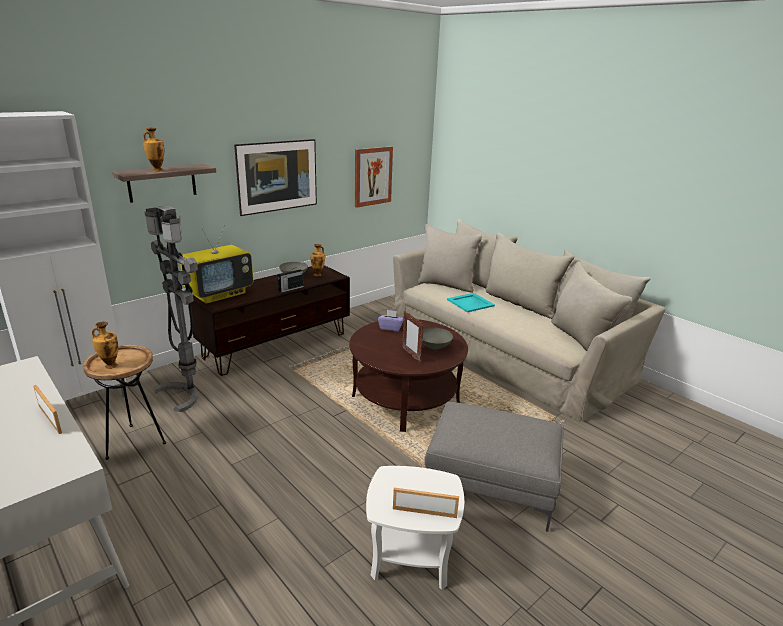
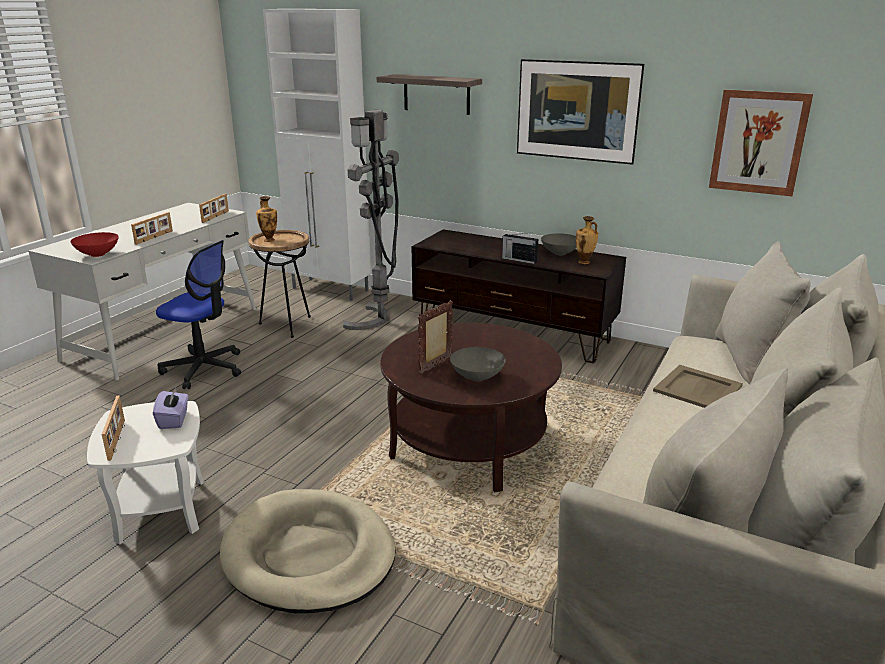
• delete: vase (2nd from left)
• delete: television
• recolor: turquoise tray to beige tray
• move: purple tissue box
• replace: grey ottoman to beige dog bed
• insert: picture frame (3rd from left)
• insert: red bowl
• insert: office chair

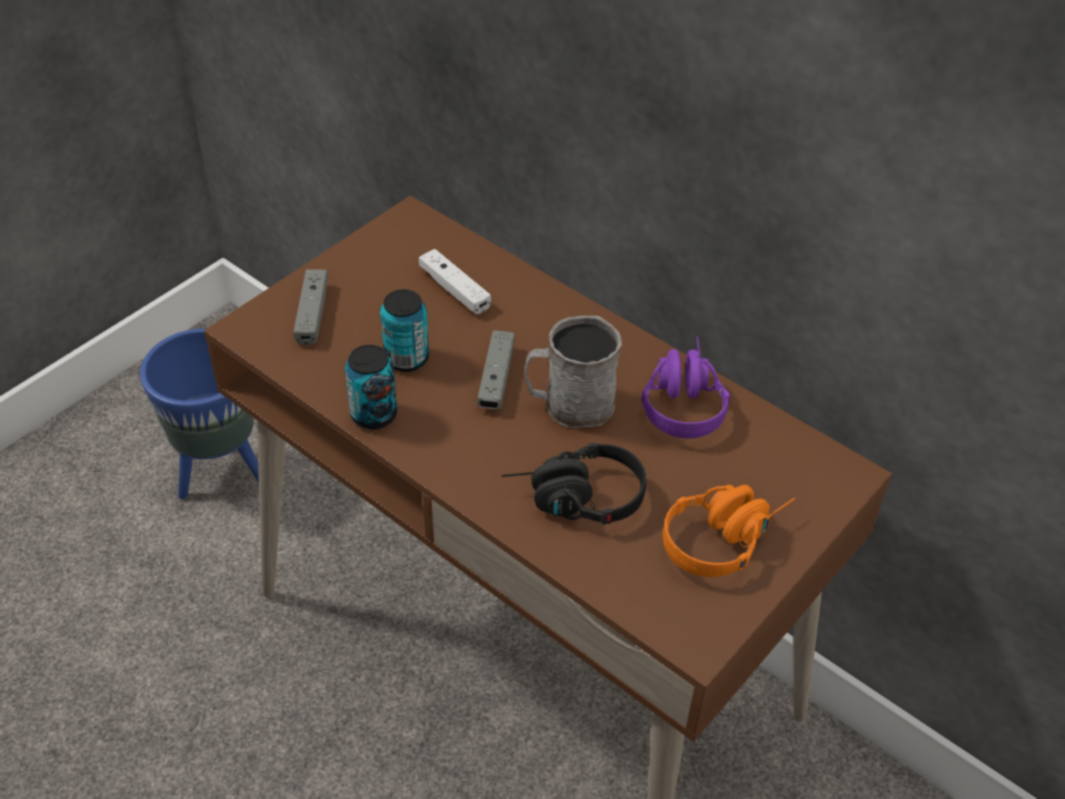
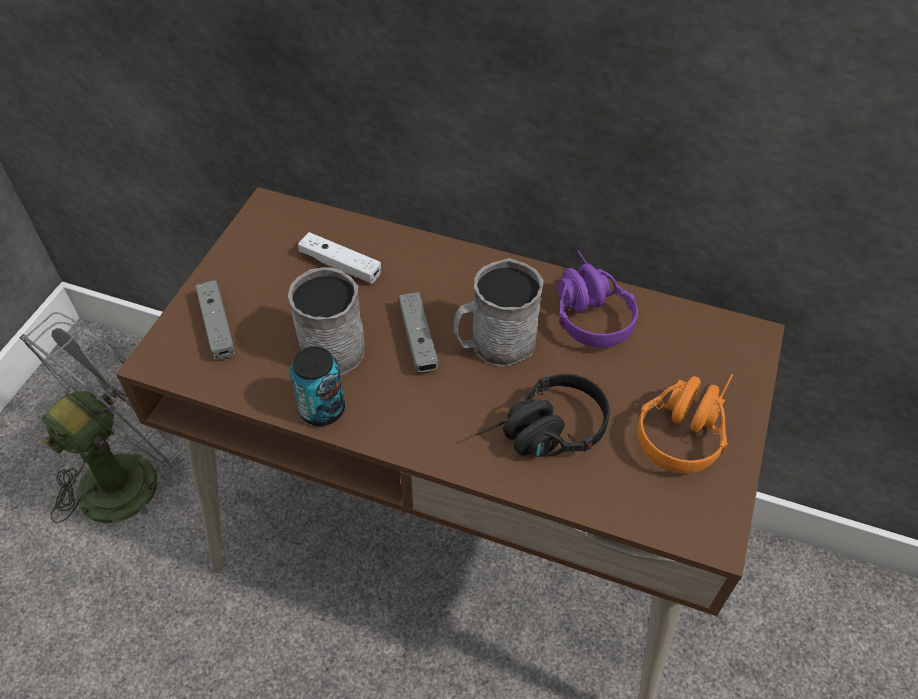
• replace: can (2nd from left) to grey mug (1st from left)
• replace: blue planter to grey fan

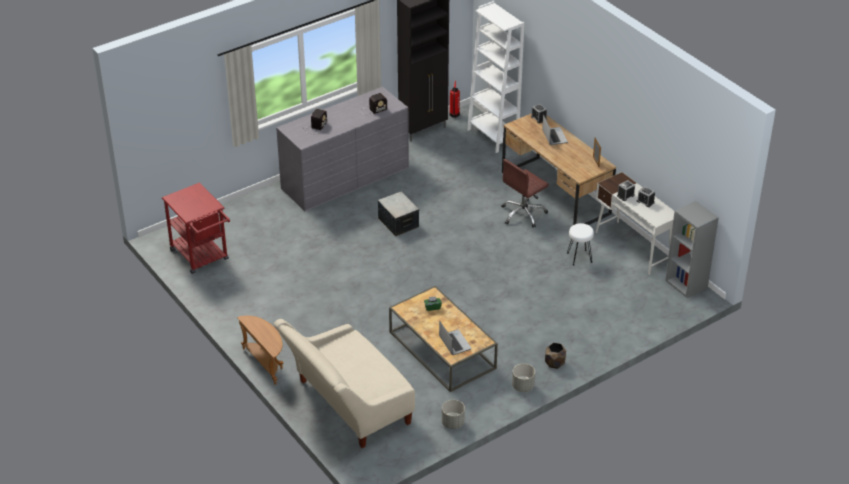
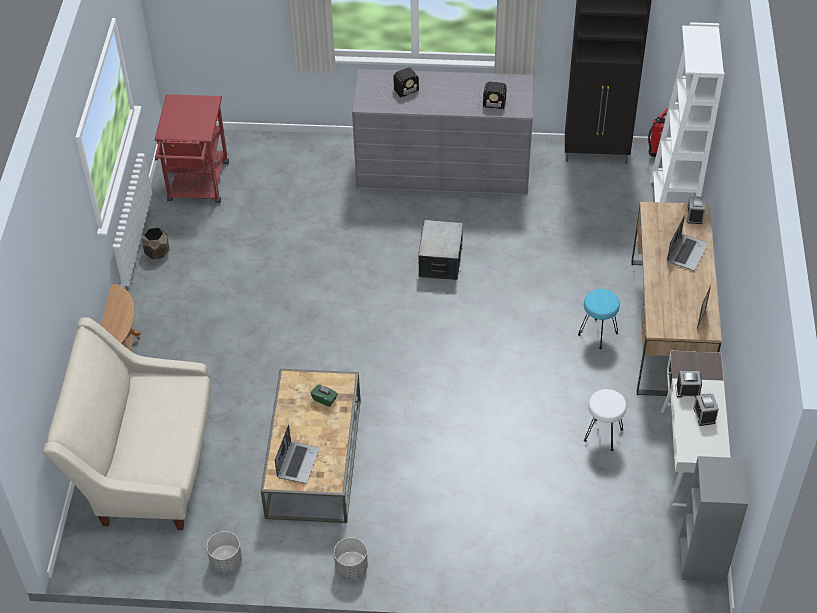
• replace: brown office chair to turquoise stool
• move: brown planter

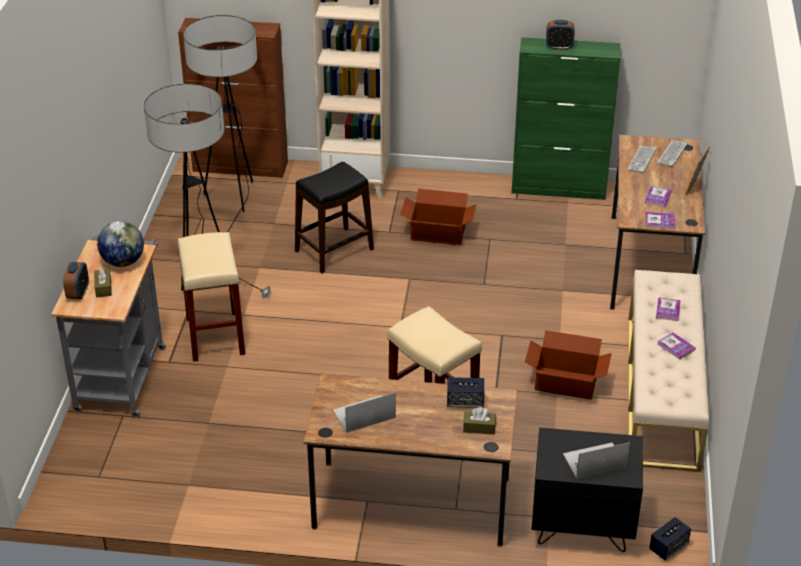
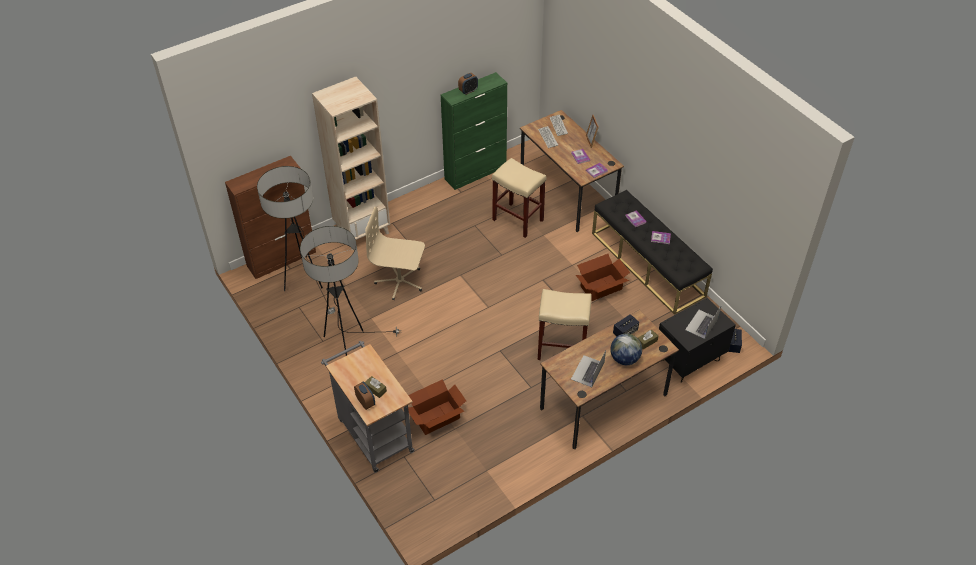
• replace: black stool to beige office chair
• move: cardboard box (1st from left)
• move: globe
• move: beige stool (1st from left)
• recolor: beige bench to black bench

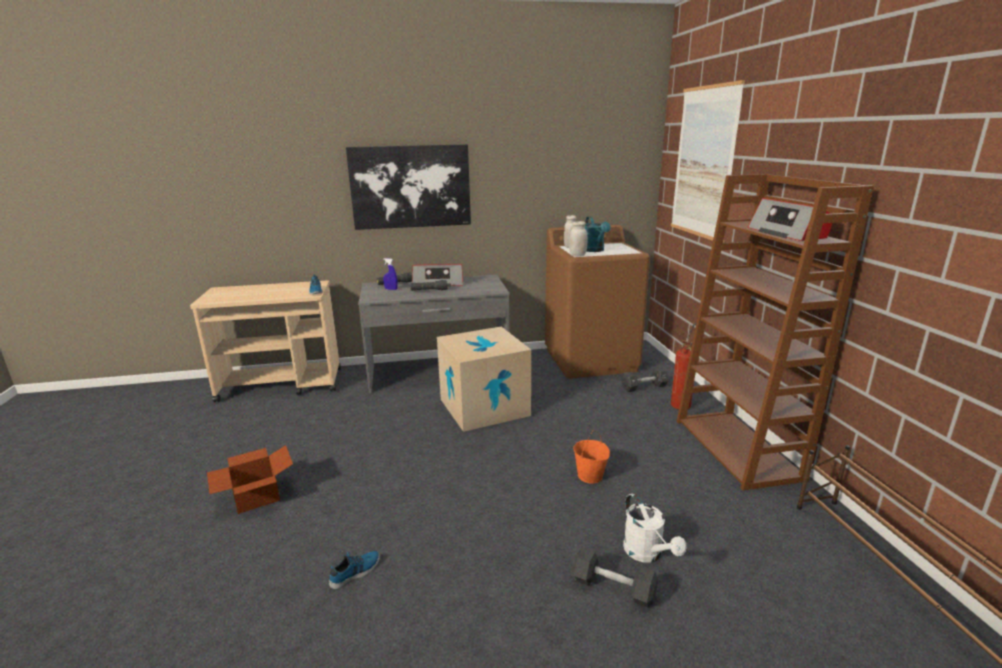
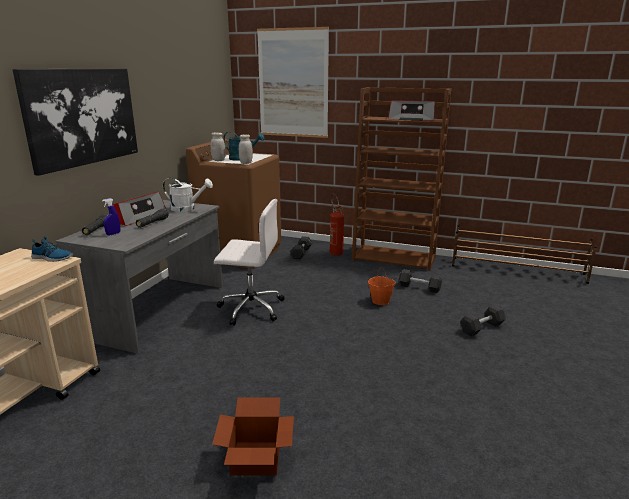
• replace: cardboard box (2nd from left) to white office chair
• move: white watering can
• delete: shoe (2nd from left)
• insert: black dumbbell (2nd from left)

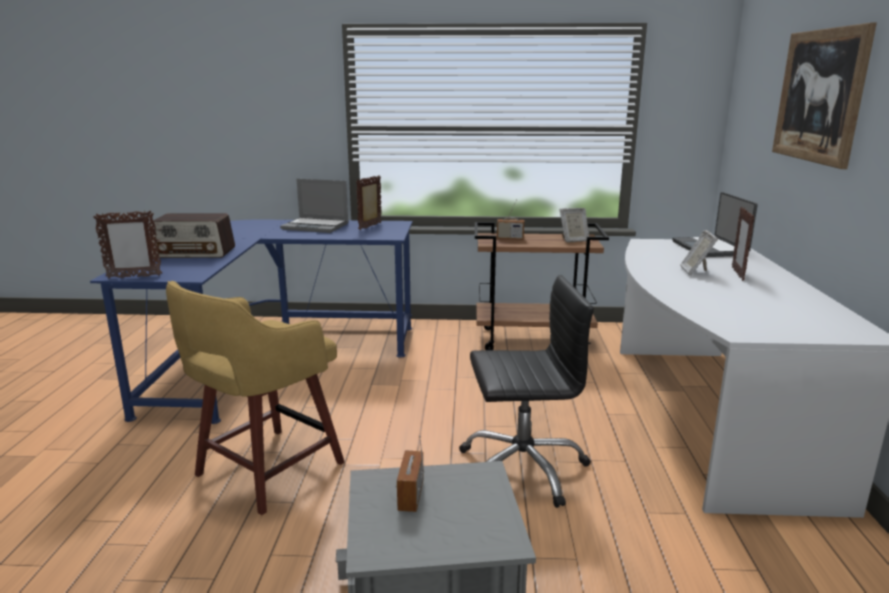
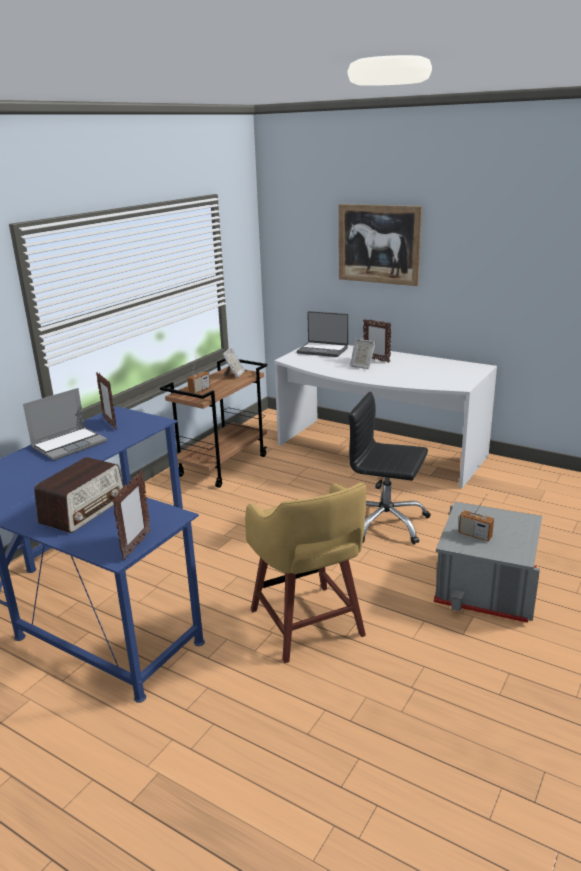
• rotate: black office chair 90 degrees counterclockwise

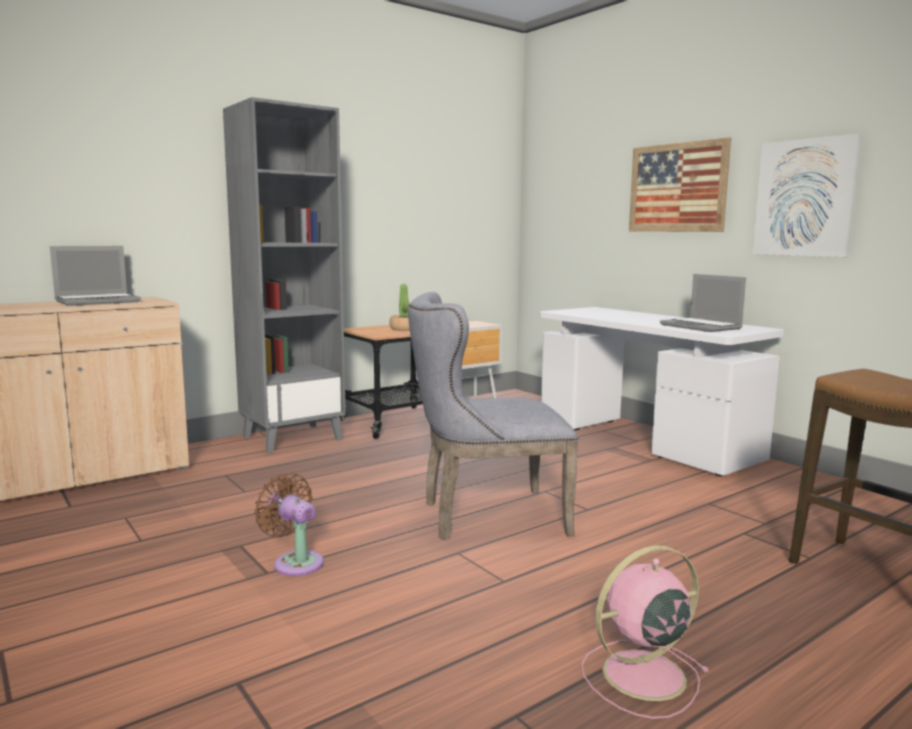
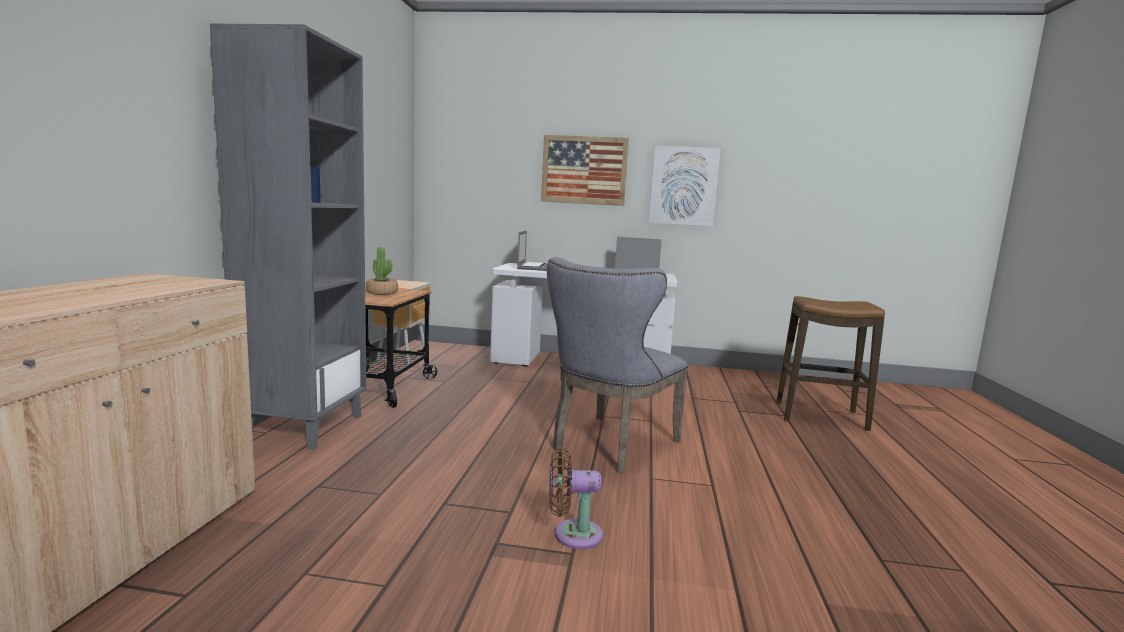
• move: laptop (1st from left)
• delete: pink fan

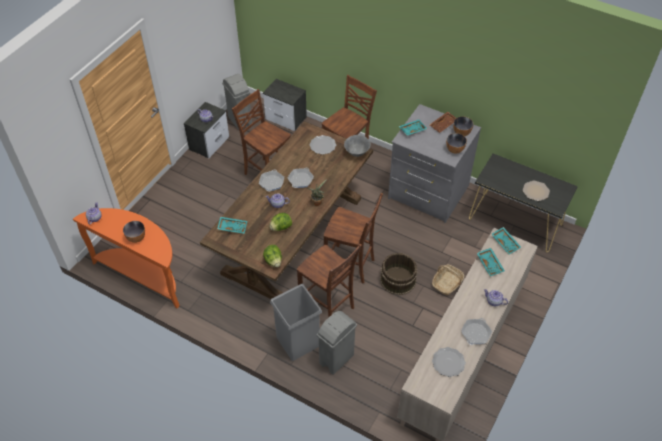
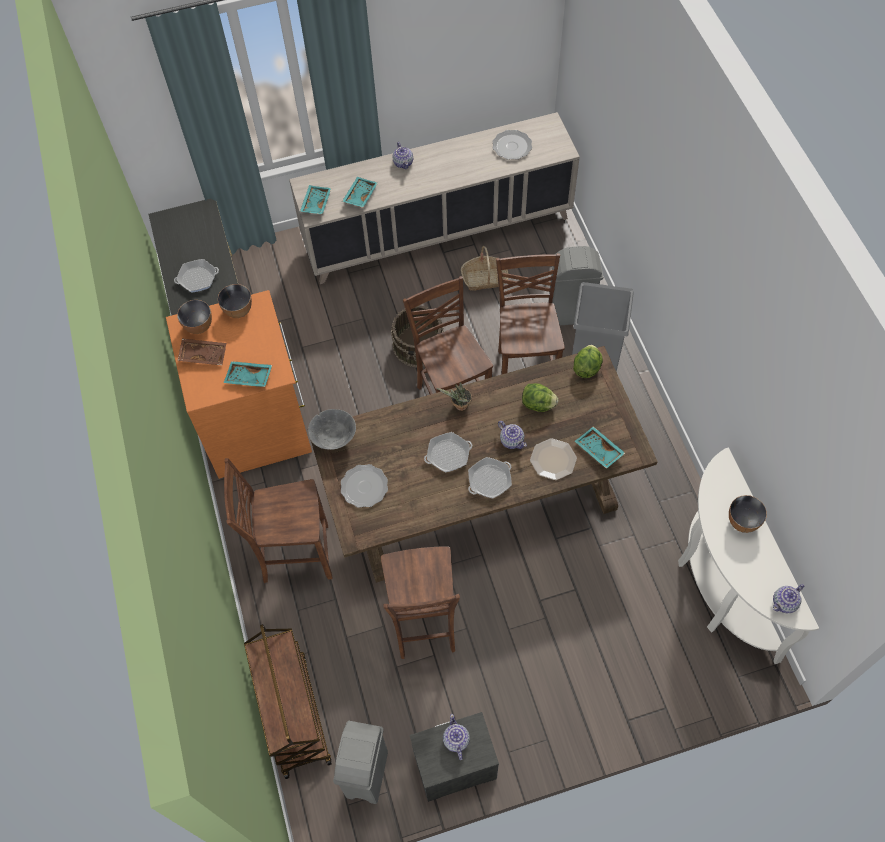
• replace: nightstand (2nd from left) to brown cart
• recolor: grey dresser to orange dresser
• move: plate (3rd from left)
• recolor: orange console table to white console table
• move: basket
• move: frying pan (3rd from left in the first image) to frying pan (1st from left)

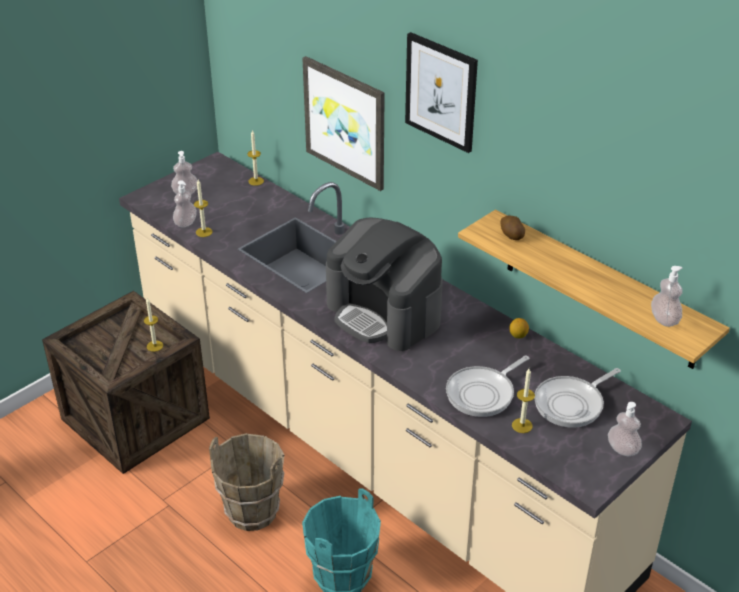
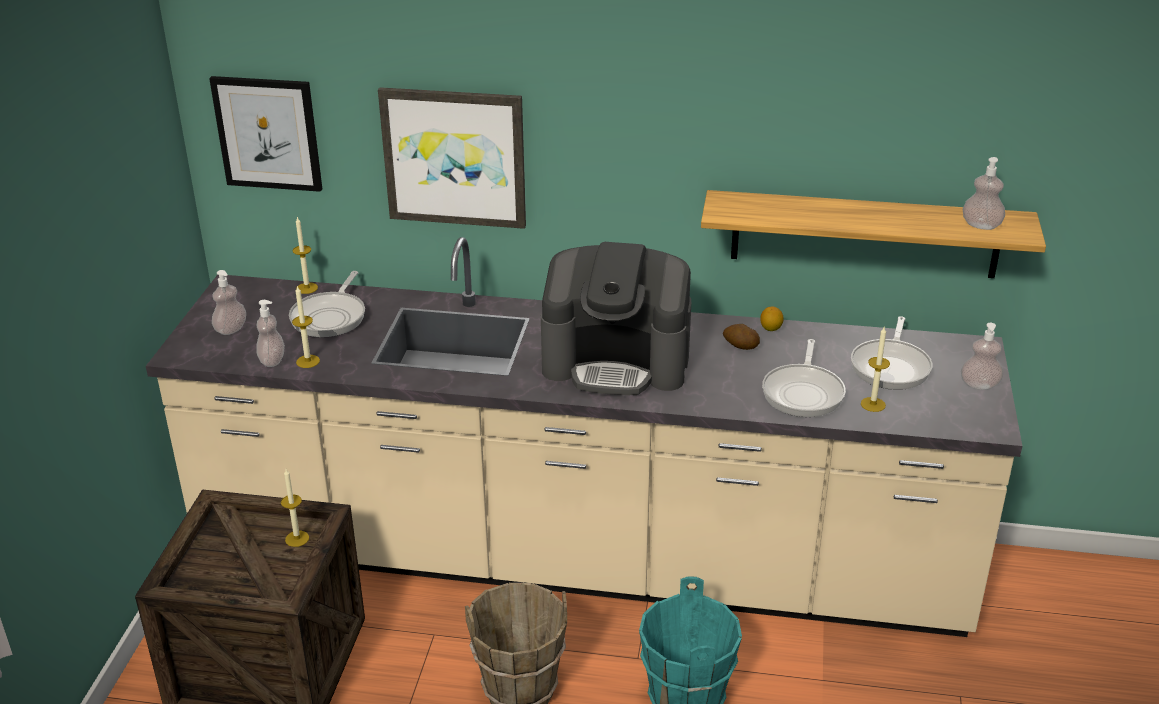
• move: picture (2nd from left in the first image) to picture (1st from left)
• move: potato
• insert: frying pan (1st from left)

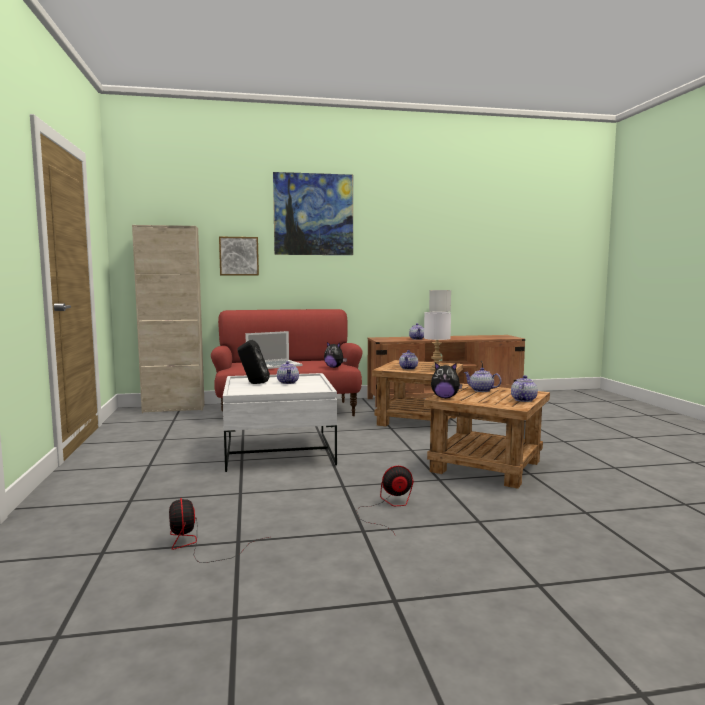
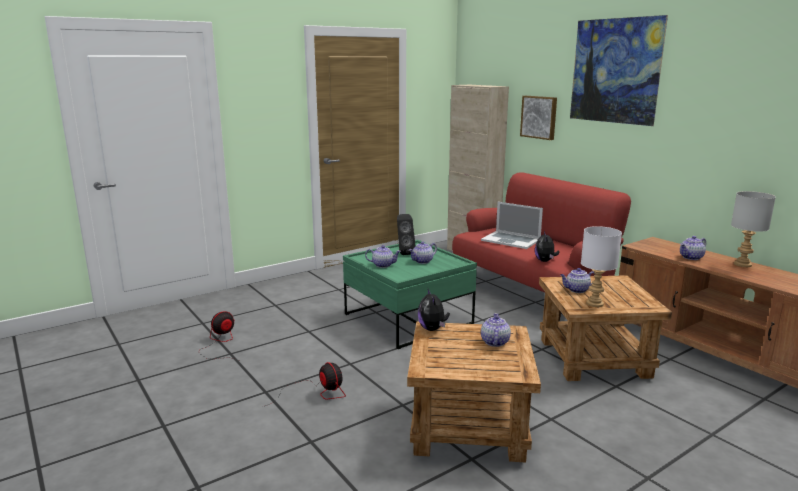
• recolor: white coffee table to green coffee table
• move: teapot (5th from left in the first image) to teapot (1st from left)

